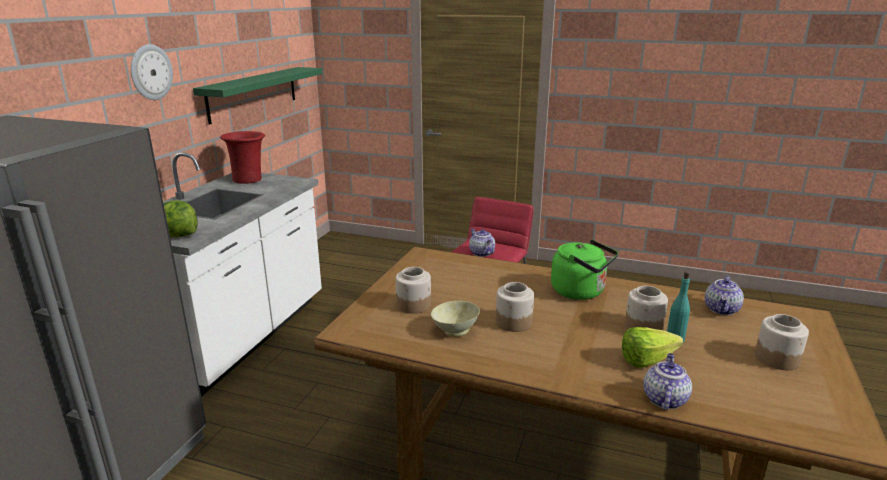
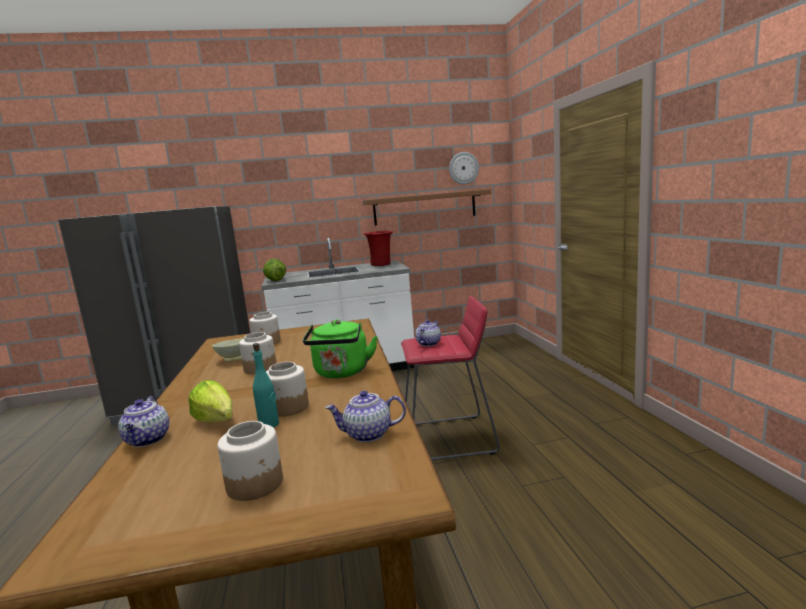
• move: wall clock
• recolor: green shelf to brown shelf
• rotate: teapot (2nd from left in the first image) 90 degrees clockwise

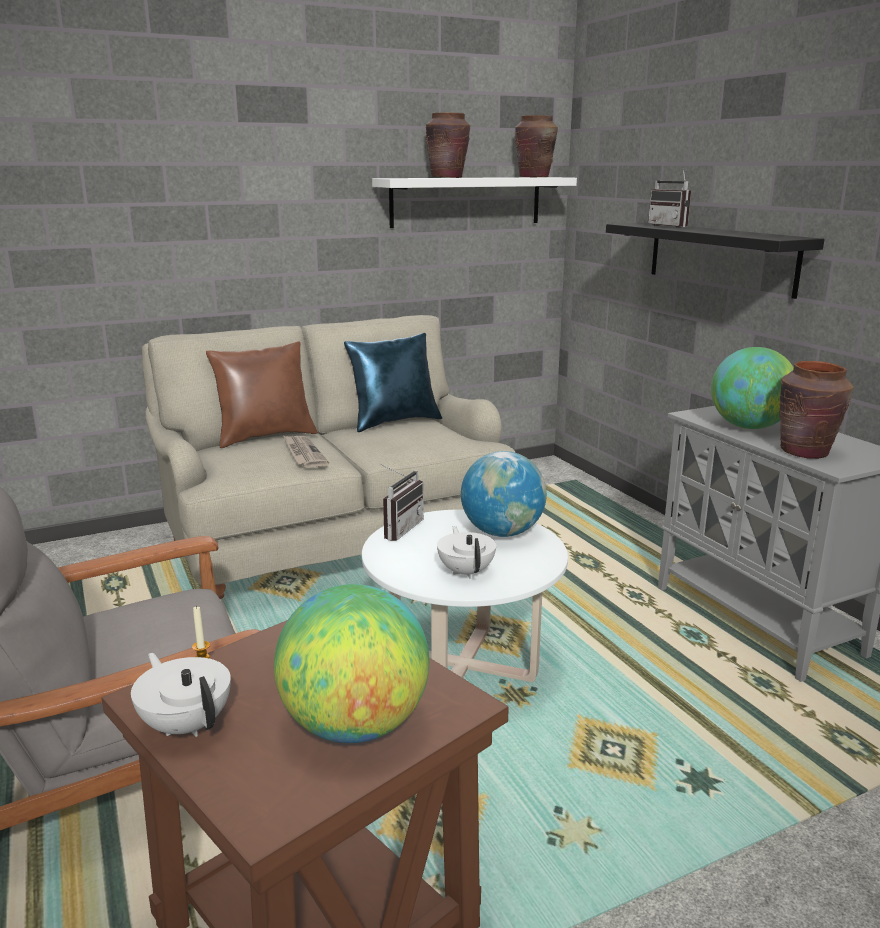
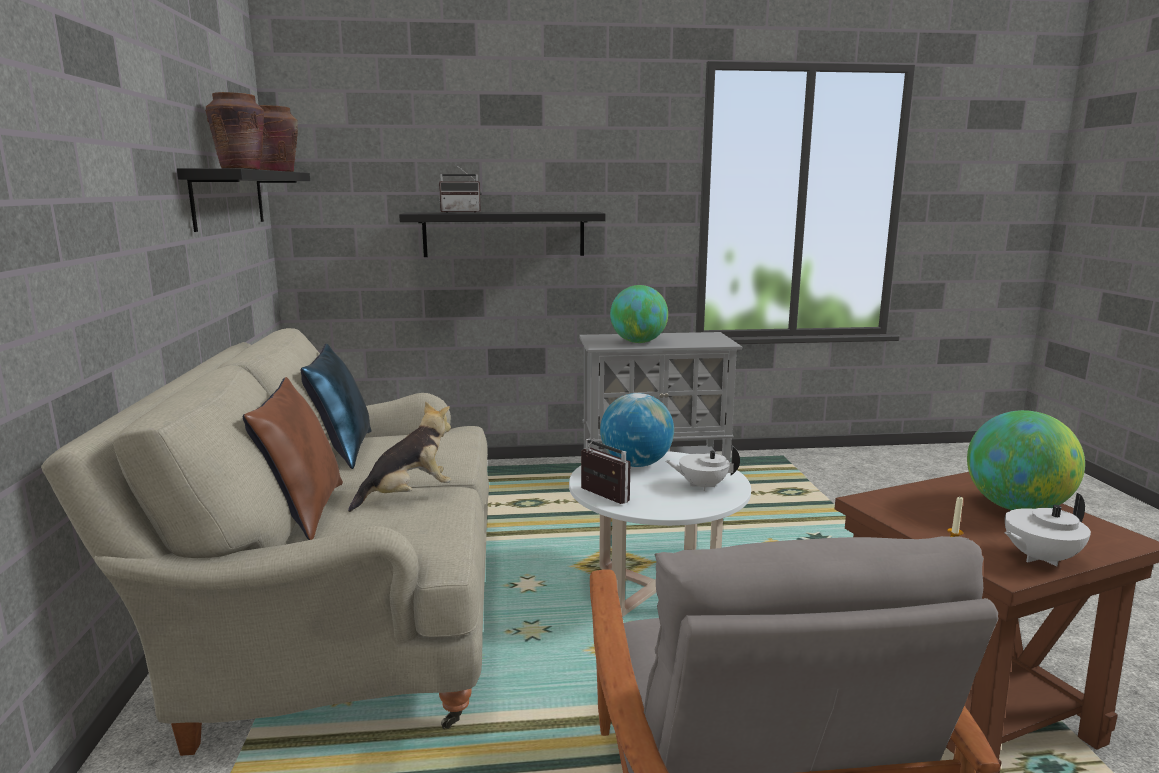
• recolor: white shelf to black shelf (1st from left)
• delete: brown vase (3rd from left)
• replace: newspaper to plush toy

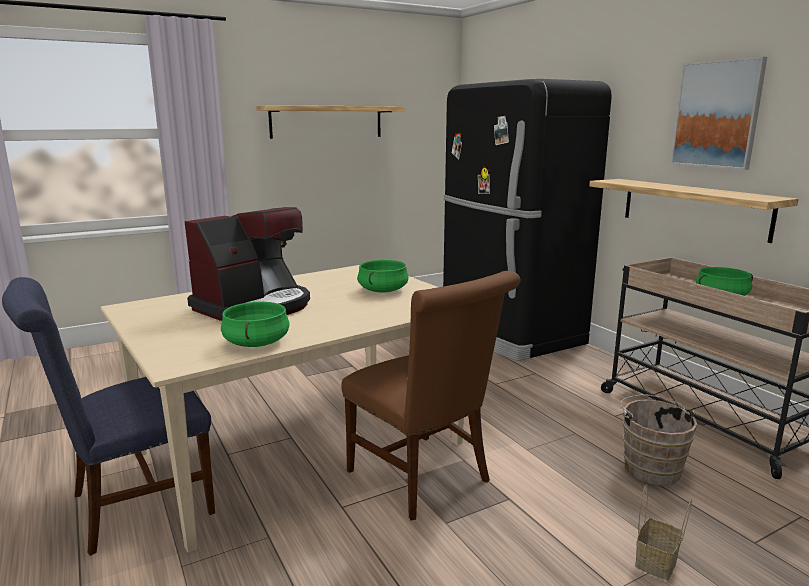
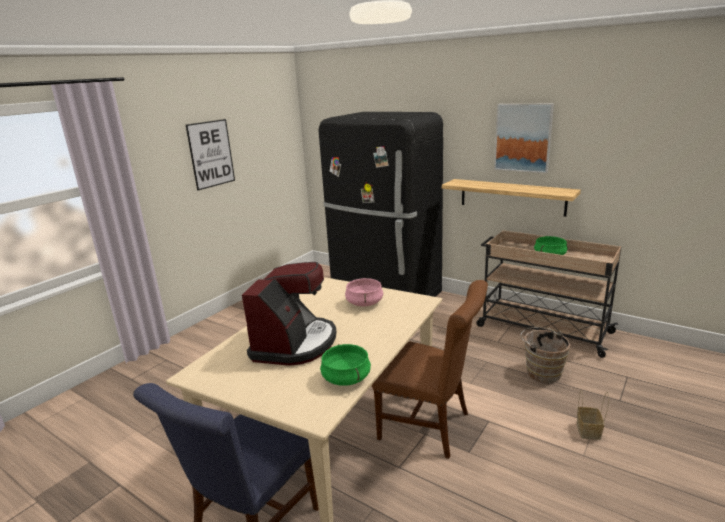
• replace: shelf (1st from left) to picture (1st from left)
• recolor: green cooking pot (2nd from left) to pink cooking pot

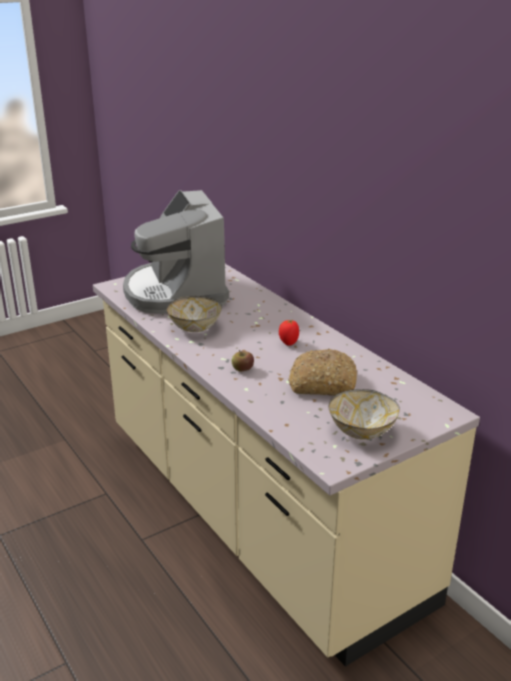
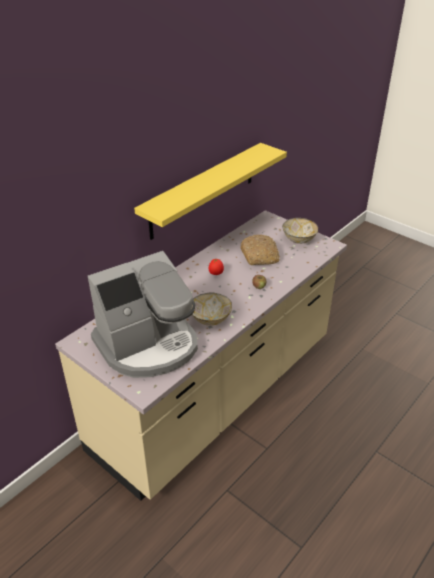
• insert: yellow shelf

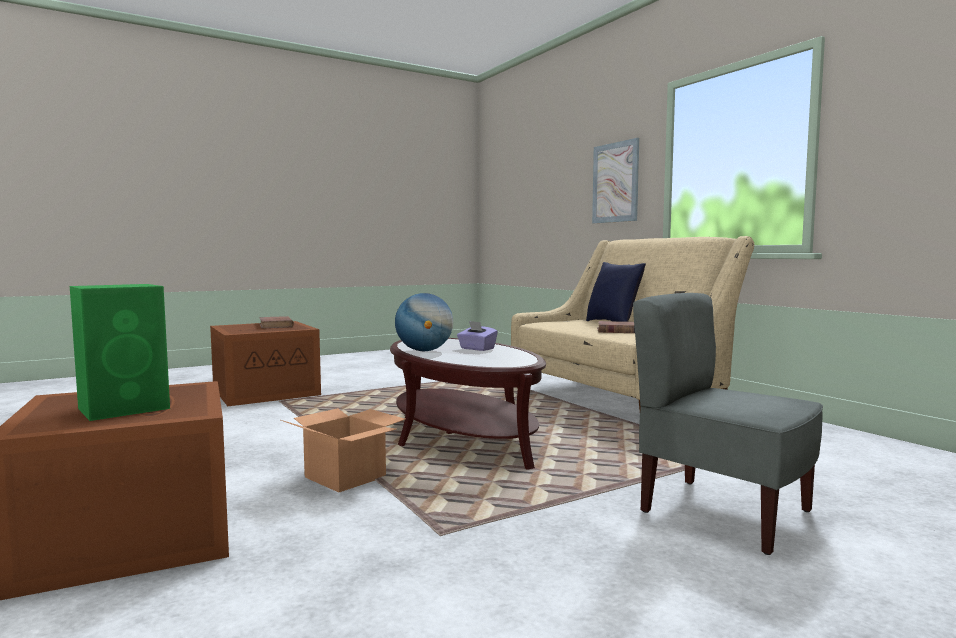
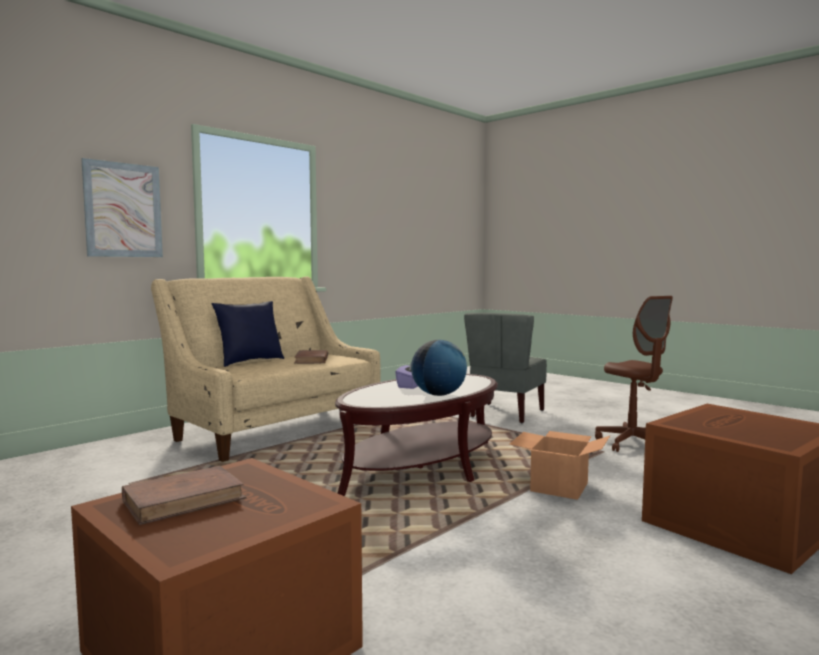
• delete: green speaker
• insert: brown office chair

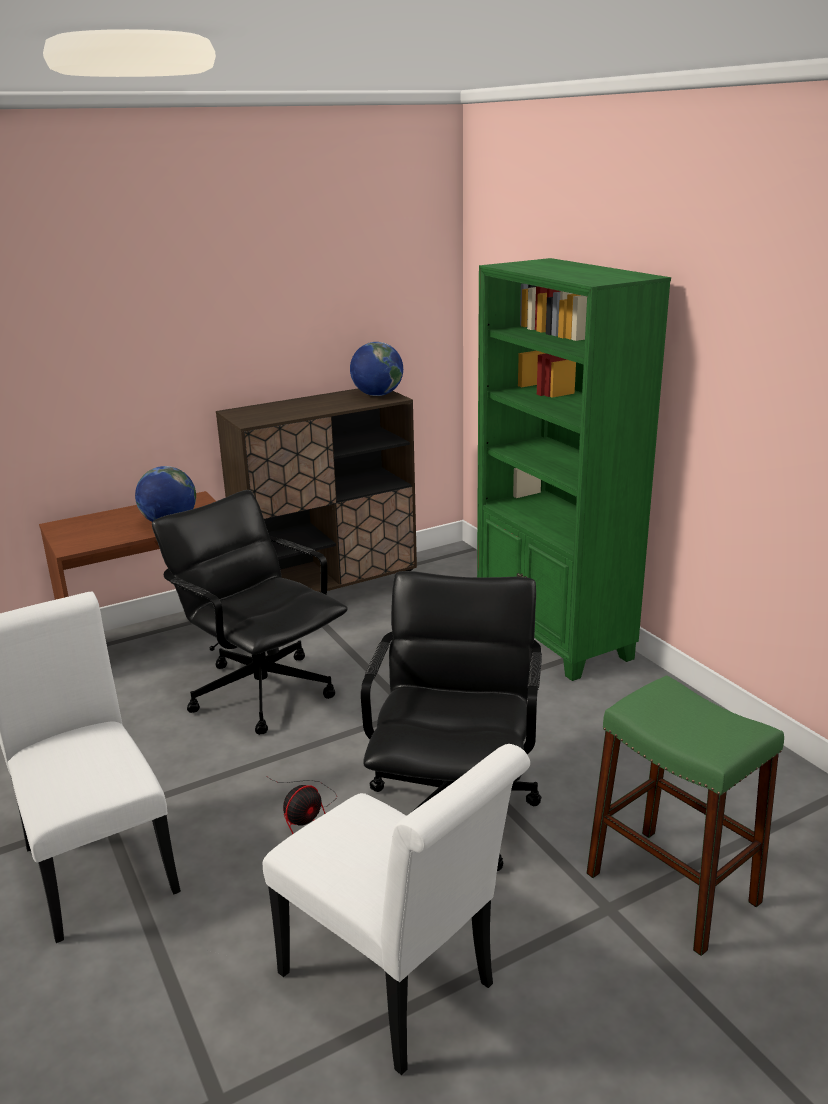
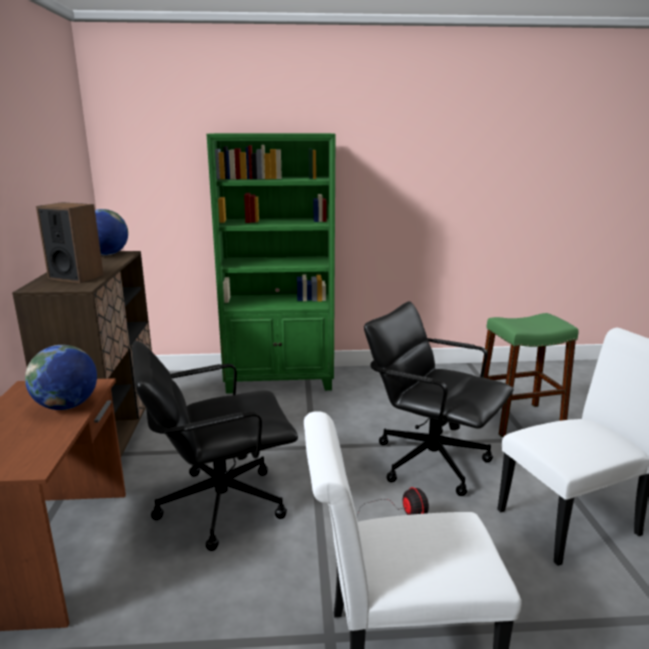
• insert: speaker

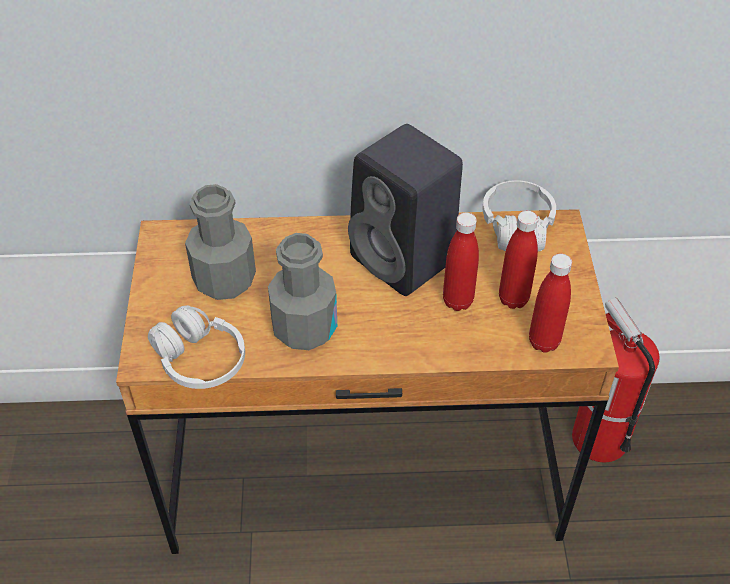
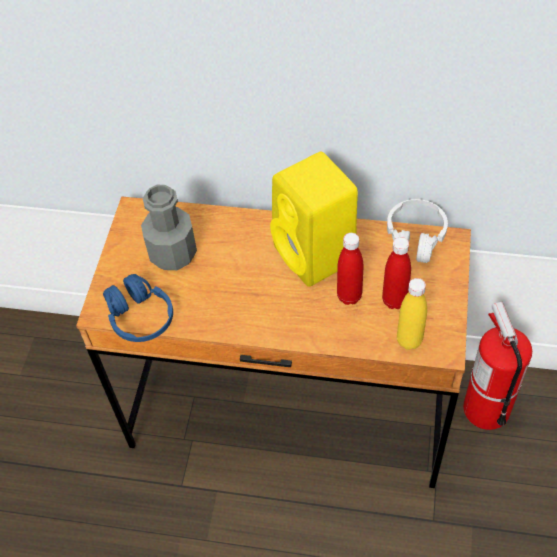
• recolor: black speaker to yellow speaker
• delete: grey bottle (2nd from left)
• recolor: red bottle (3rd from left) to yellow bottle
• recolor: white headphones (1st from left) to blue headphones

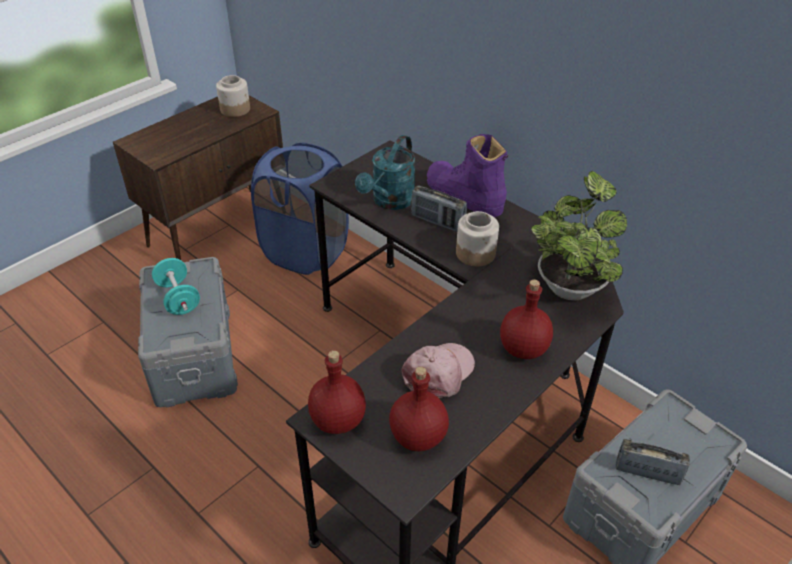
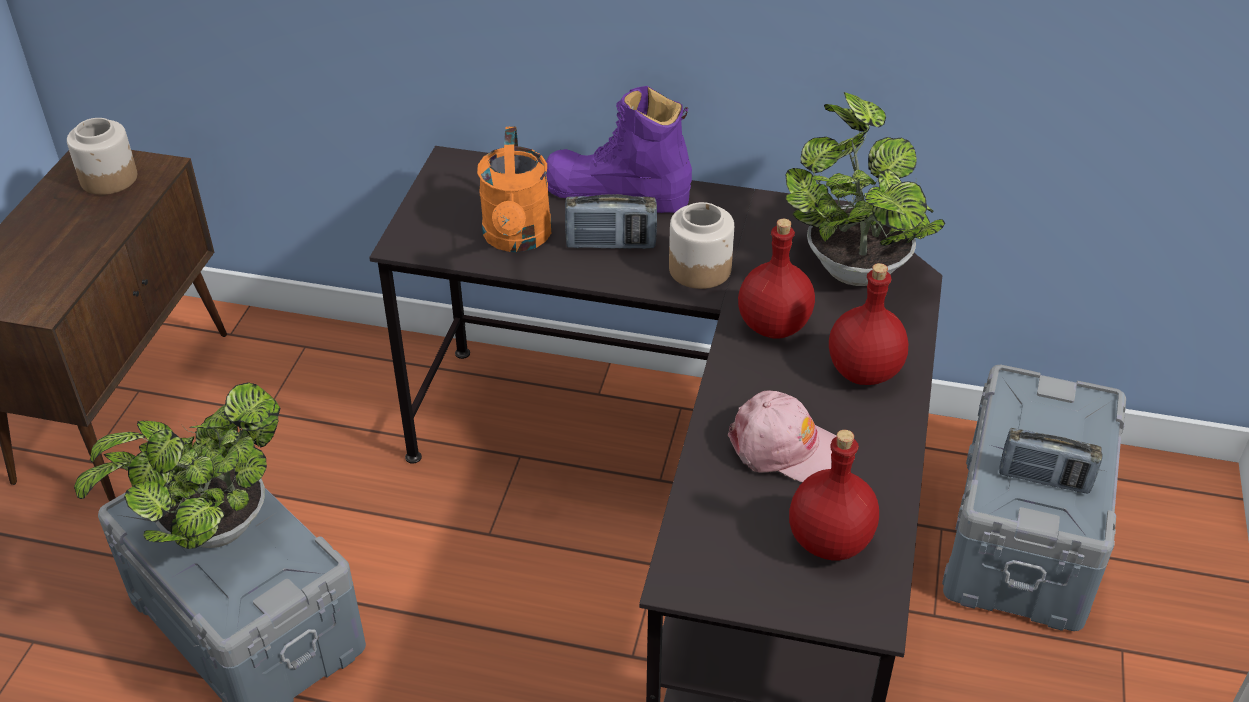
• recolor: turquoise watering can to orange watering can
• delete: blue laundry basket
• replace: turquoise dumbbell to potted plant (1st from left)
• rotate: pink cap 105 degrees clockwise
• move: red bottle (1st from left)
• rotate: radio (2nd from left) 150 degrees counterclockwise

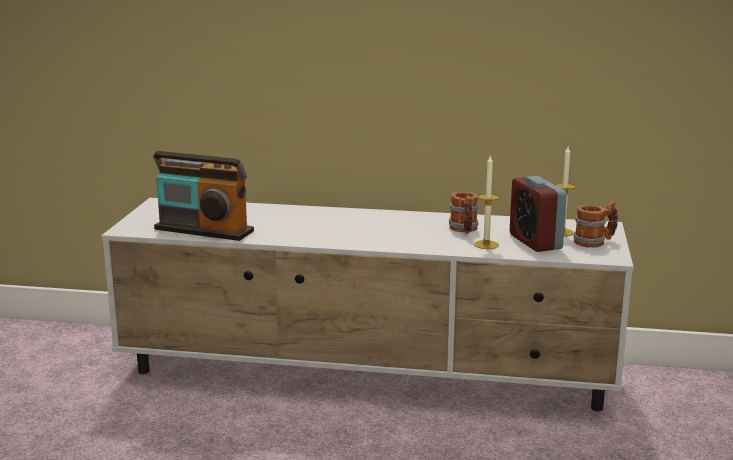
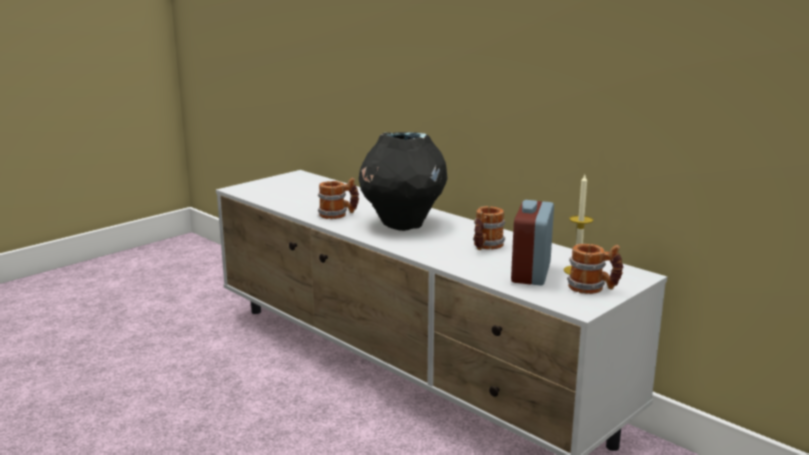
• delete: radio
• delete: candle (1st from left)
• insert: black vase
• insert: mug (1st from left)

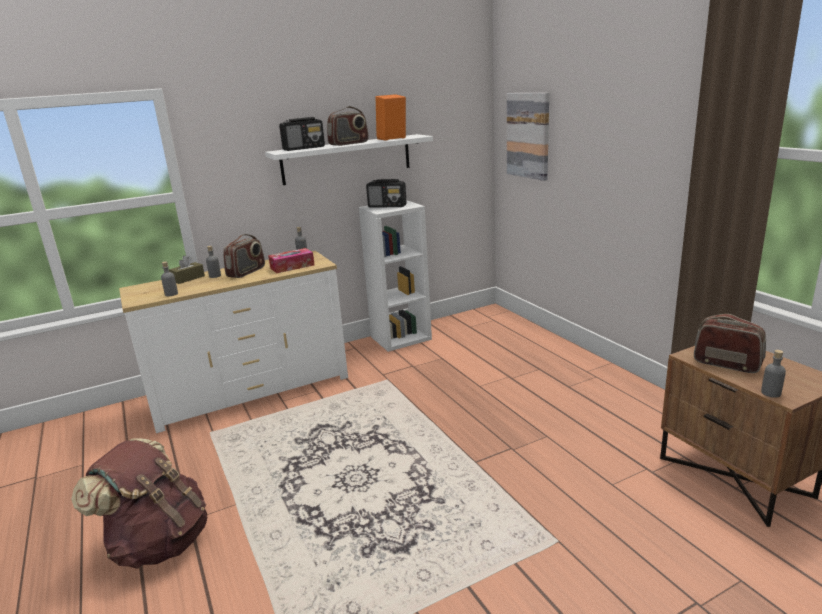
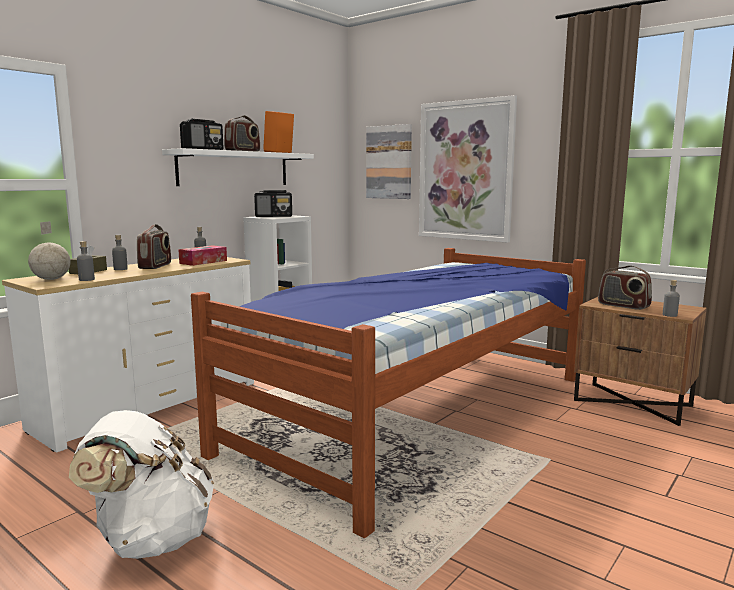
• rotate: radio (5th from left) 150 degrees counterclockwise
• recolor: brown backpack to white backpack
• insert: picture (2nd from left)
• insert: globe
• insert: bed

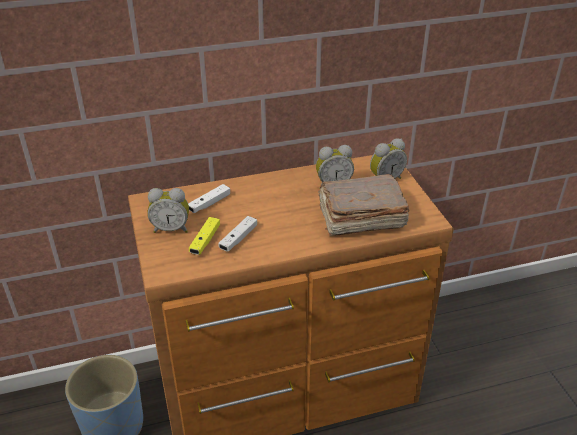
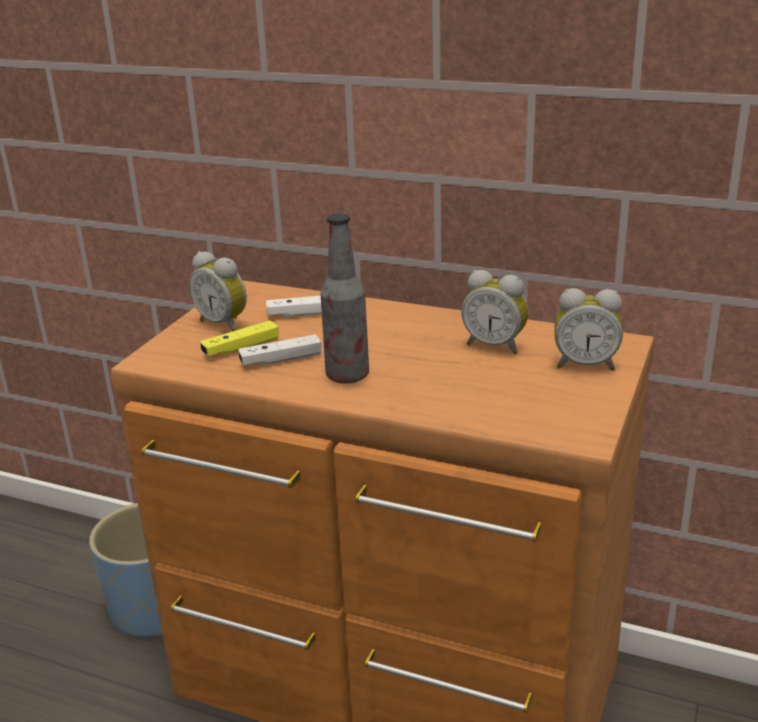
• delete: brown book
• insert: bottle

